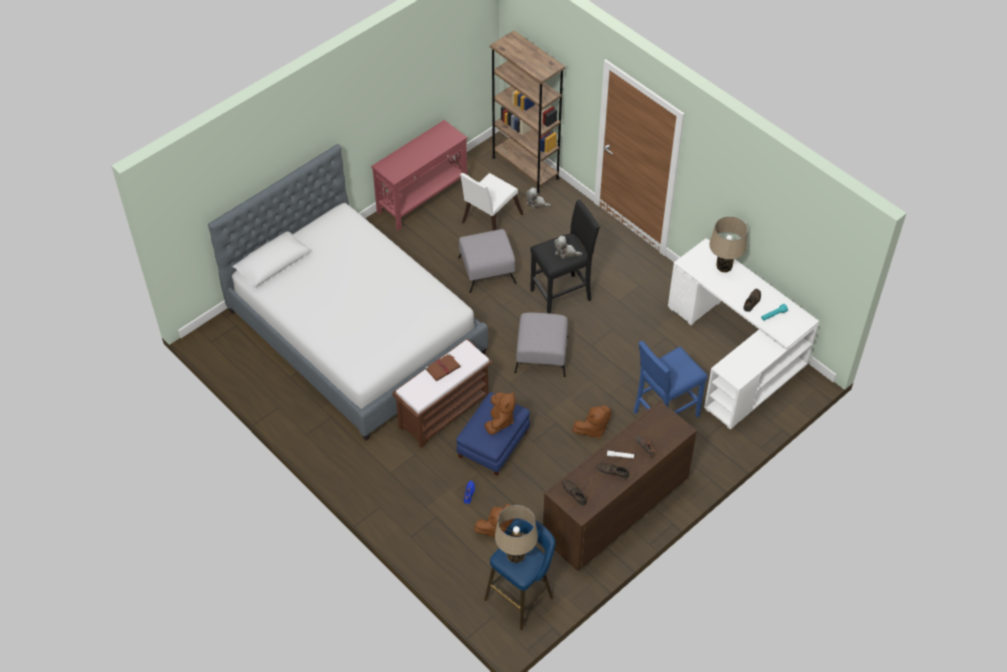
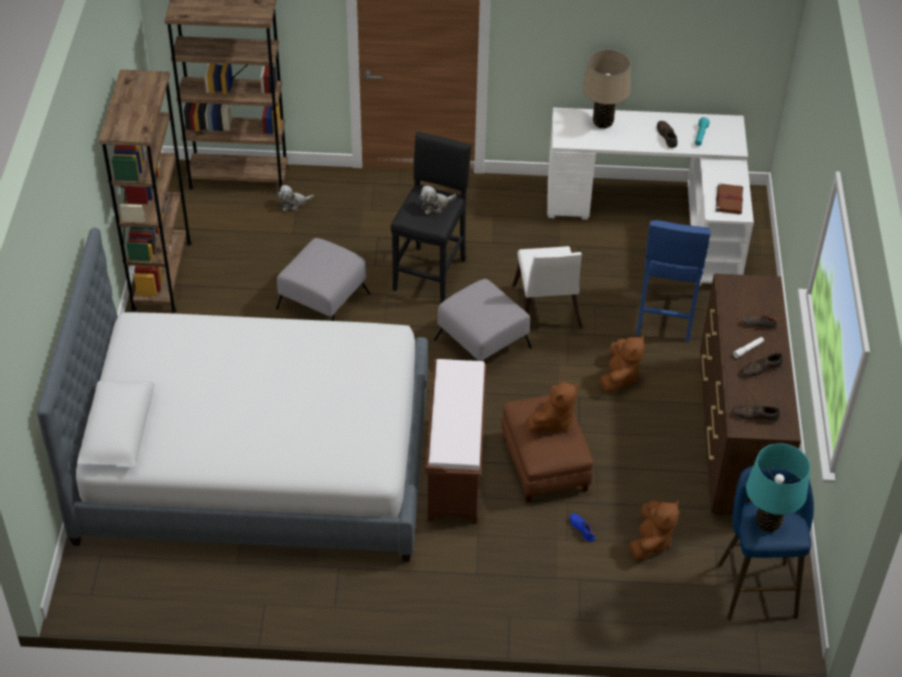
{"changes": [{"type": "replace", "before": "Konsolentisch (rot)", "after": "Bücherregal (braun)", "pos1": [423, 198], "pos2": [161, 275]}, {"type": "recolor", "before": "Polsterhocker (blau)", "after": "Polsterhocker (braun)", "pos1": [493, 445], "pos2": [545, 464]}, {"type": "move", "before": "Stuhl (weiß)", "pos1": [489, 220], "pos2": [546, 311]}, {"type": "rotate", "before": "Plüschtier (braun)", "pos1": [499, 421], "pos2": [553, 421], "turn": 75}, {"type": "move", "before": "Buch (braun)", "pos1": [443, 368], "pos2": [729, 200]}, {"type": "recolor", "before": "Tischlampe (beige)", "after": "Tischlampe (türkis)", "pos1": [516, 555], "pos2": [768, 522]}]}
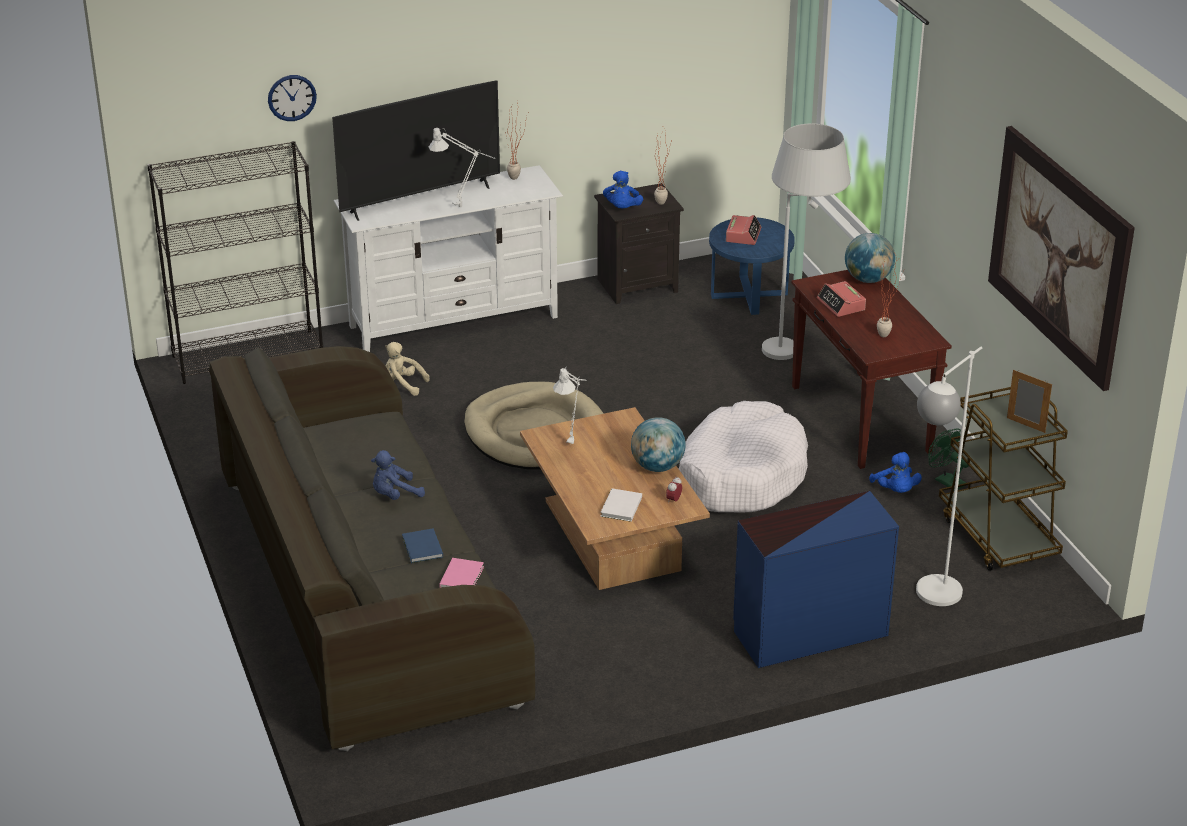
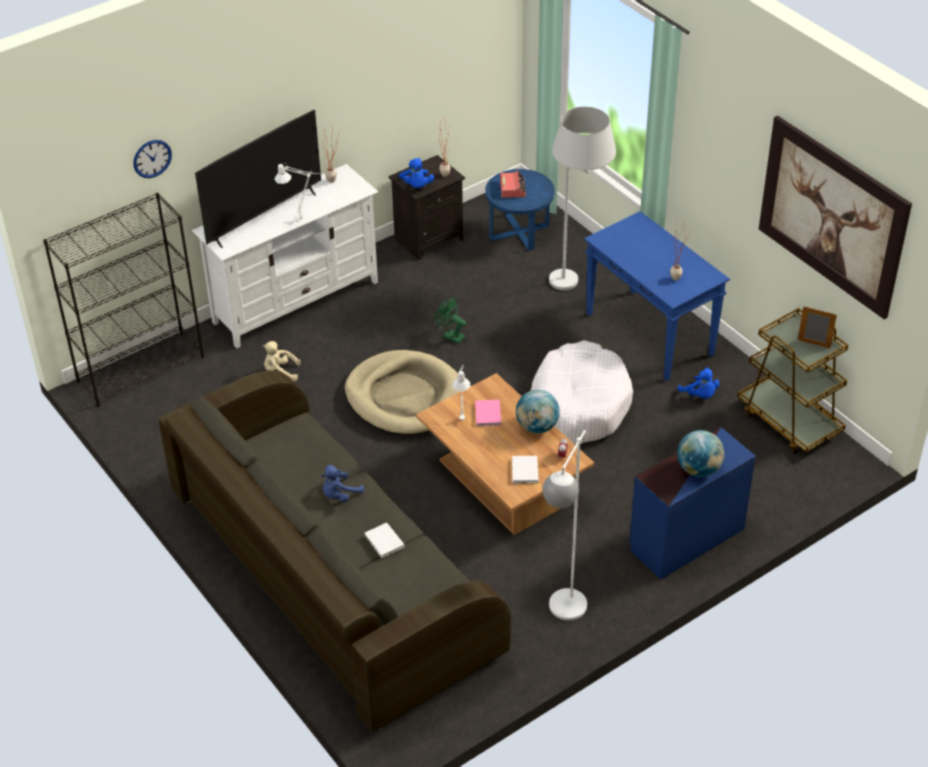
{"changes": [{"type": "recolor", "before": "Buch (blau)", "after": "Buch (weiß)", "pos1": [422, 548], "pos2": [384, 542]}, {"type": "move", "before": "Ventilator (grün)", "pos1": [946, 481], "pos2": [450, 336]}, {"type": "move", "before": "Buch (rosa)", "pos1": [463, 576], "pos2": [488, 413]}, {"type": "move", "before": "Stehlampe (weiß)", "pos1": [930, 600], "pos2": [563, 615]}, {"type": "recolor", "before": "Konsolentisch (braun)", "after": "Konsolentisch (blau)", "pos1": [862, 420], "pos2": [650, 335]}, {"type": "move", "before": "Globus", "pos1": [868, 279], "pos2": [699, 469]}, {"type": "delete", "before": "Wecker", "pos1": [841, 305]}]}
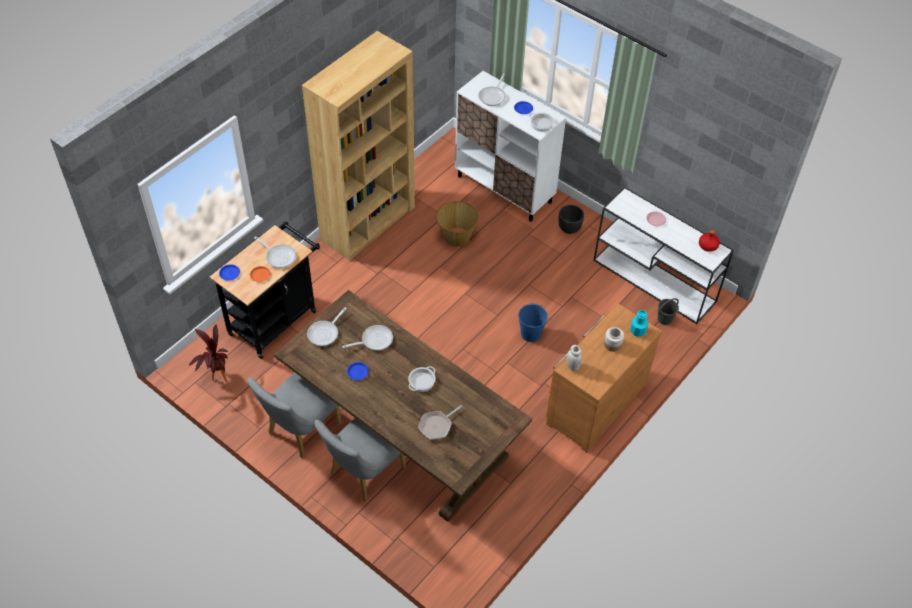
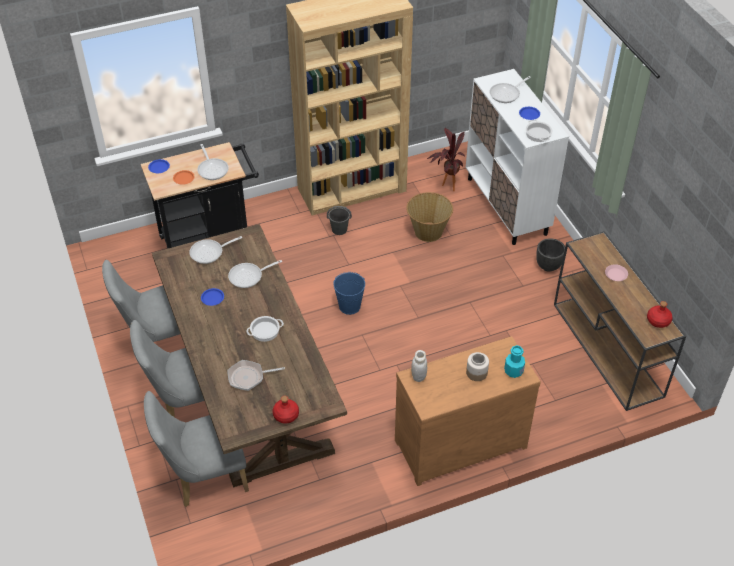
{"changes": [{"type": "insert", "after": "Stuhl (grau)", "pos2": [204, 477]}, {"type": "rotate", "before": "Pfanne", "pos1": [374, 340], "pos2": [249, 276], "turn": 150}, {"type": "insert", "after": "Flasche (rot)", "pos2": [286, 415]}, {"type": "move", "before": "Eimer (grau)", "pos1": [665, 319], "pos2": [339, 229]}, {"type": "move", "before": "Eimer (blau)", "pos1": [531, 334], "pos2": [349, 306]}, {"type": "move", "before": "Topfpflanze", "pos1": [216, 379], "pos2": [446, 186]}, {"type": "recolor", "before": "Konsolentisch (weiß)", "after": "Konsolentisch (braun)", "pos1": [655, 281], "pos2": [608, 350]}]}
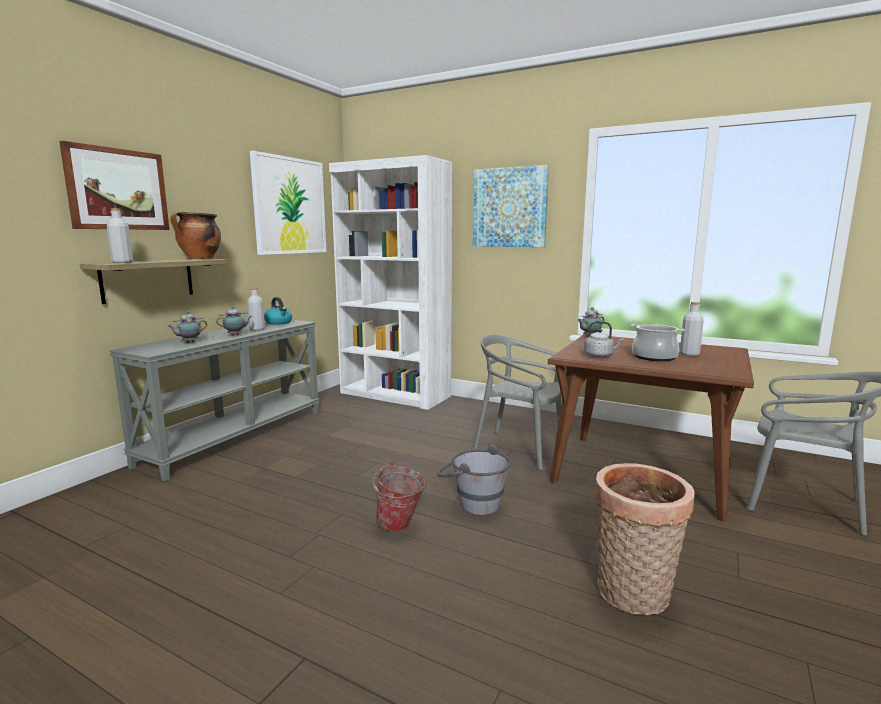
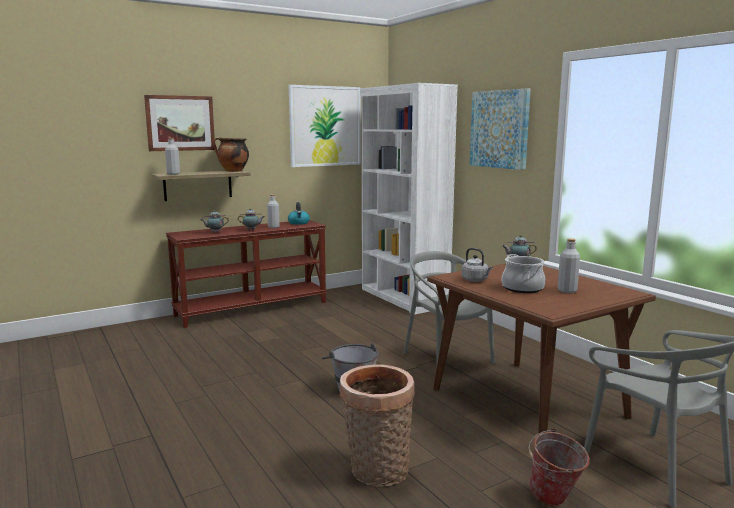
{"changes": [{"type": "recolor", "before": "Konsolentisch (grau)", "after": "Konsolentisch (braun)", "pos1": [235, 437], "pos2": [252, 308]}, {"type": "move", "before": "Eimer", "pos1": [400, 526], "pos2": [554, 501]}]}
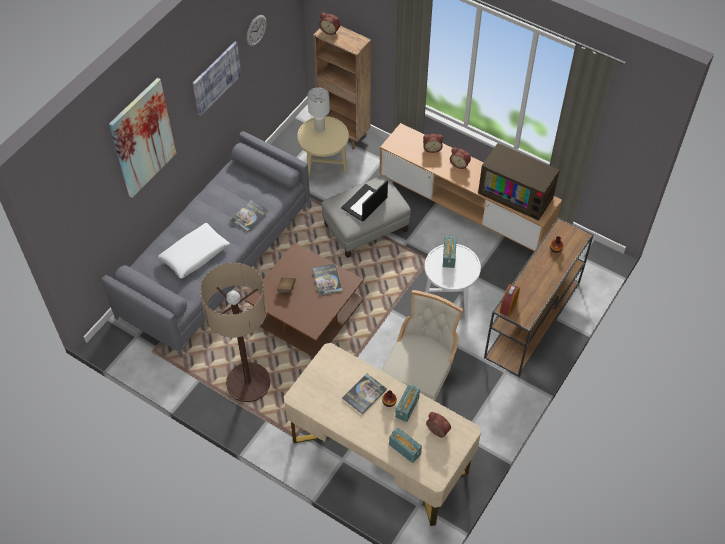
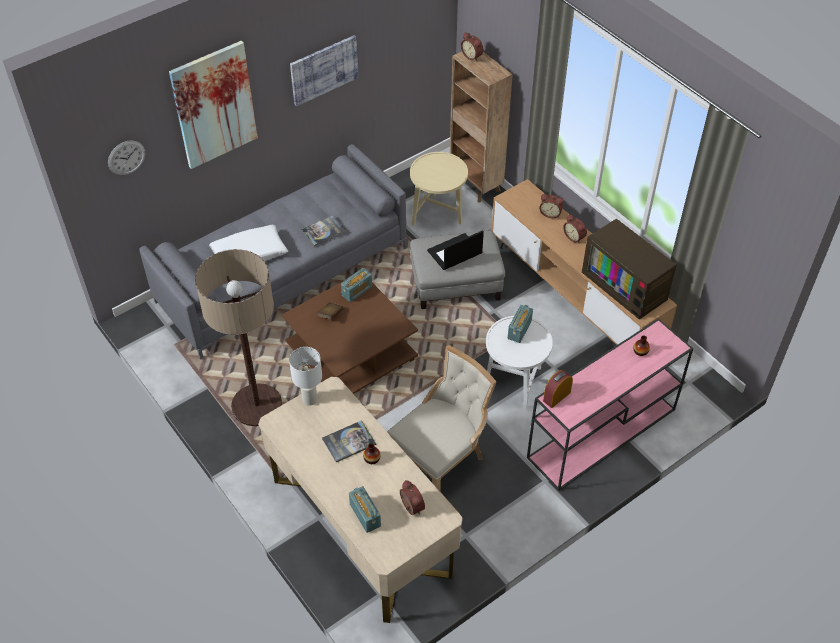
{"changes": [{"type": "move", "before": "Wanduhr", "pos1": [256, 30], "pos2": [126, 157]}, {"type": "move", "before": "Tischlampe (weiß)", "pos1": [319, 128], "pos2": [309, 399]}, {"type": "move", "before": "Radio", "pos1": [407, 407], "pos2": [357, 291]}, {"type": "recolor", "before": "Konsolentisch (braun)", "after": "Konsolentisch (rosa)", "pos1": [532, 320], "pos2": [601, 434]}, {"type": "delete", "before": "Buch", "pos1": [327, 280]}]}
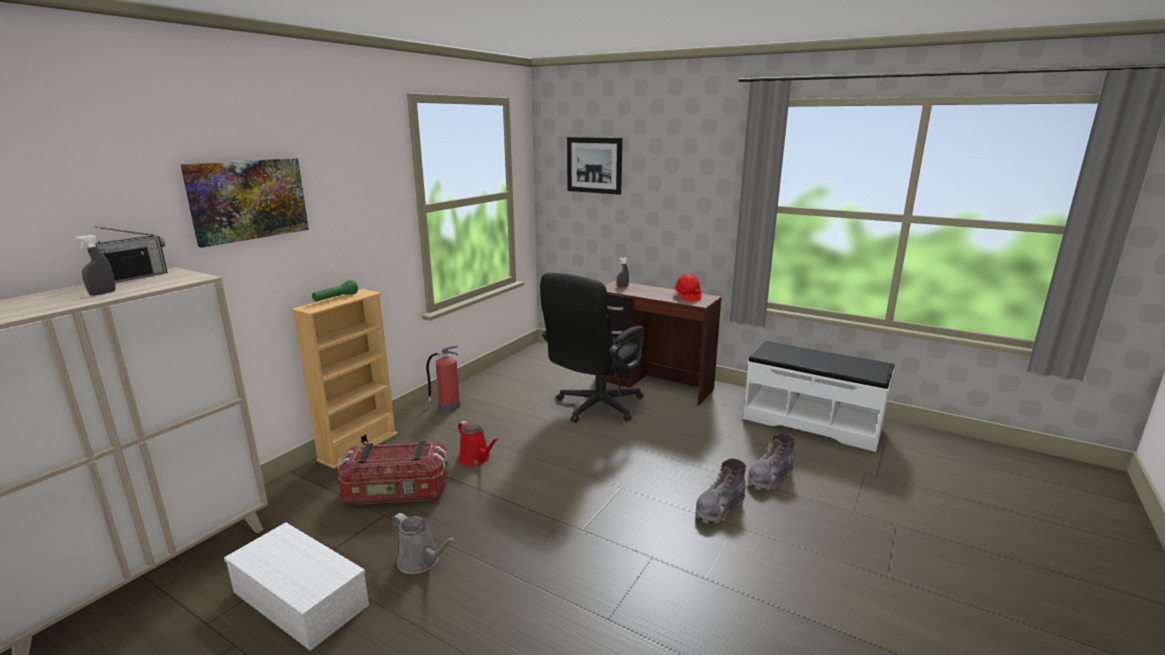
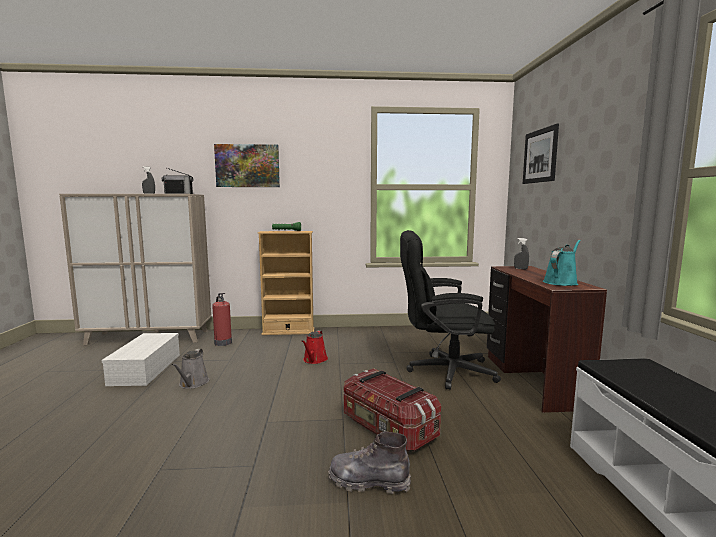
{"changes": [{"type": "move", "before": "Feuerlöscher", "pos1": [448, 406], "pos2": [222, 342]}, {"type": "move", "before": "Aufbewahrungsbox", "pos1": [397, 492], "pos2": [387, 428]}, {"type": "replace", "before": "Schutzhelm (rot)", "after": "Gießkanne (türkis)", "pos1": [687, 297], "pos2": [561, 282]}, {"type": "delete", "before": "Stiefel (grau)", "pos1": [769, 477]}]}
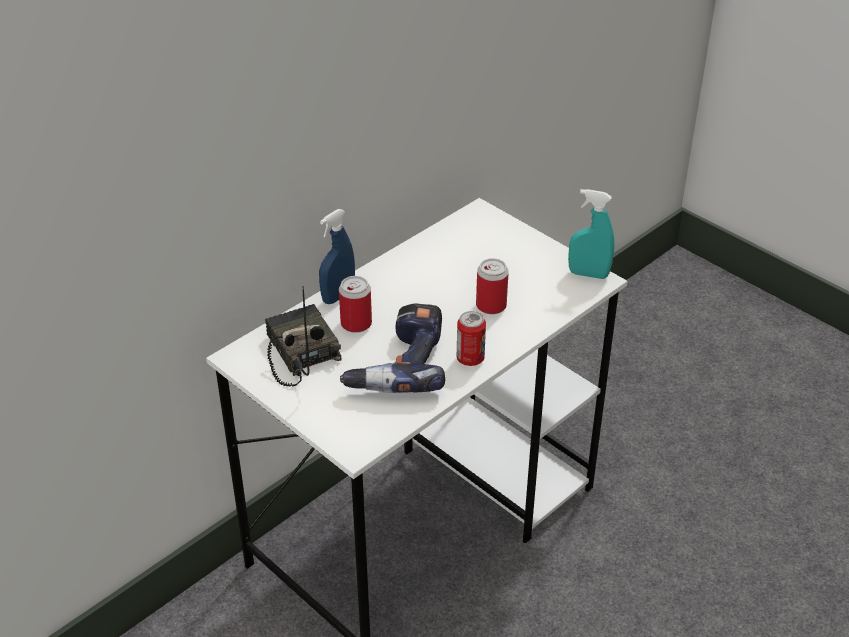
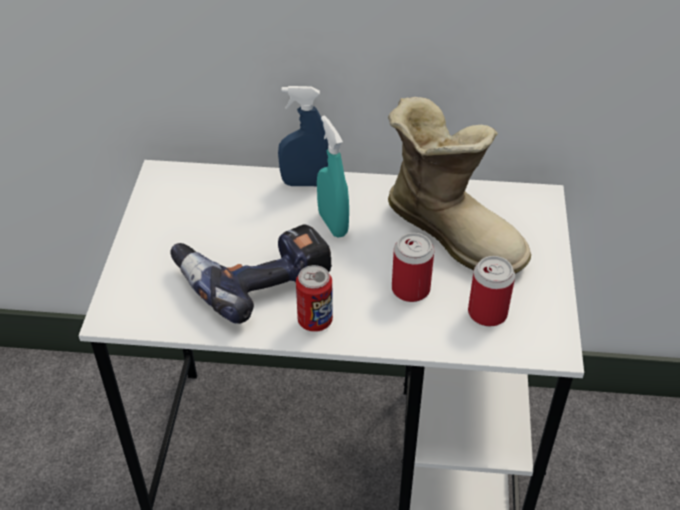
{"changes": [{"type": "move", "before": "Sprühflasche (türkis)", "pos1": [588, 274], "pos2": [332, 224]}, {"type": "insert", "after": "Stiefel", "pos2": [454, 230]}, {"type": "move", "before": "Dose", "pos1": [356, 323], "pos2": [487, 313]}, {"type": "delete", "before": "Radio", "pos1": [299, 352]}]}
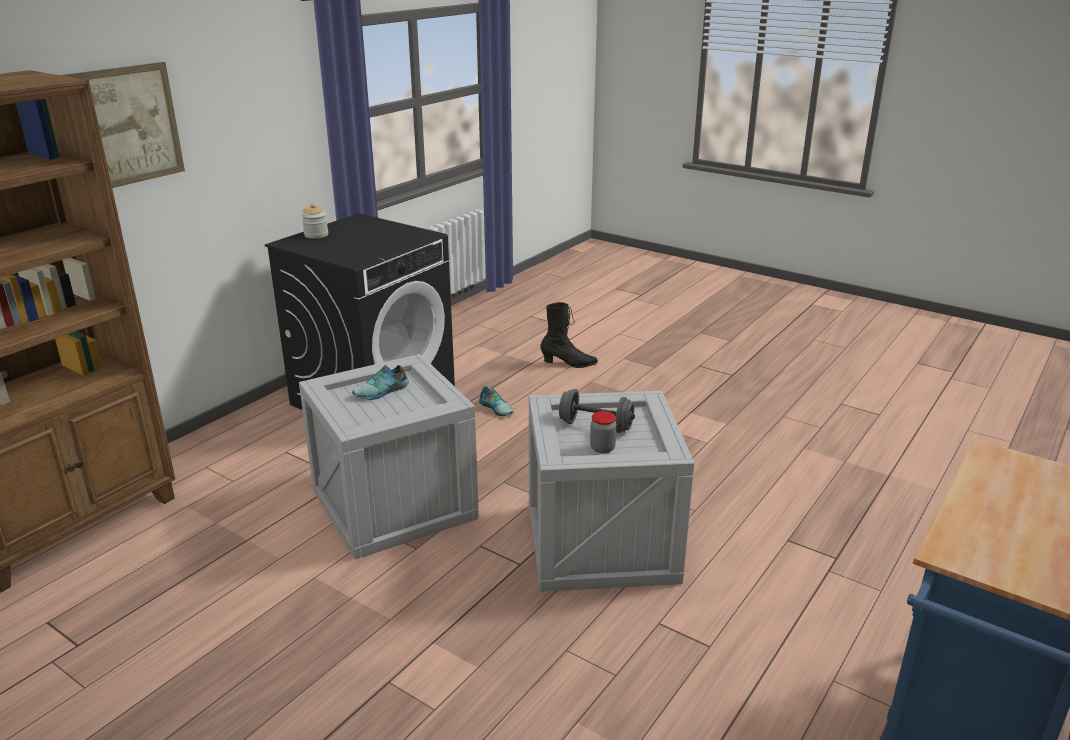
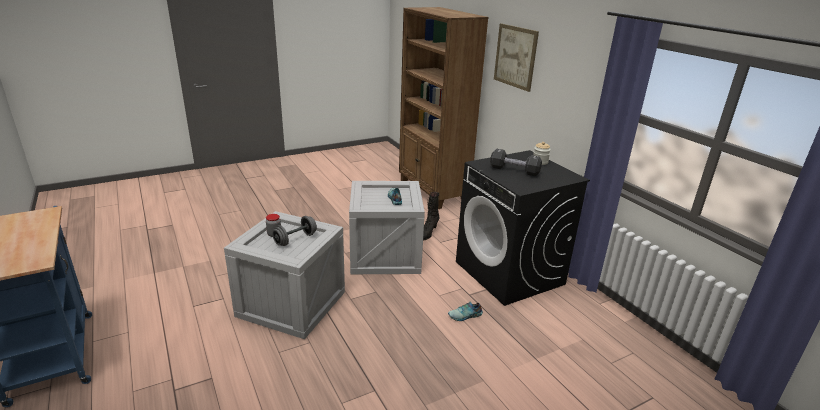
{"changes": [{"type": "move", "before": "Stiefel (schwarz)", "pos1": [569, 364], "pos2": [428, 233]}, {"type": "insert", "after": "Hantel (schwarz)", "pos2": [514, 170]}]}
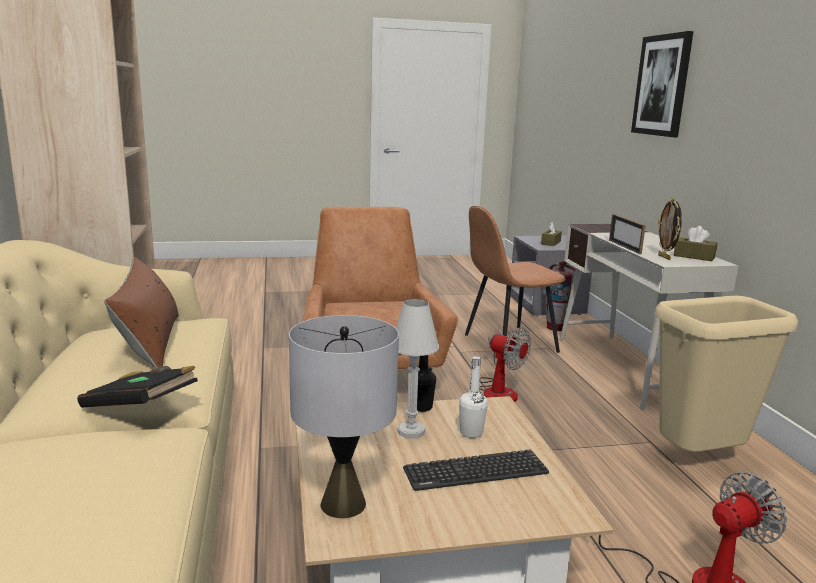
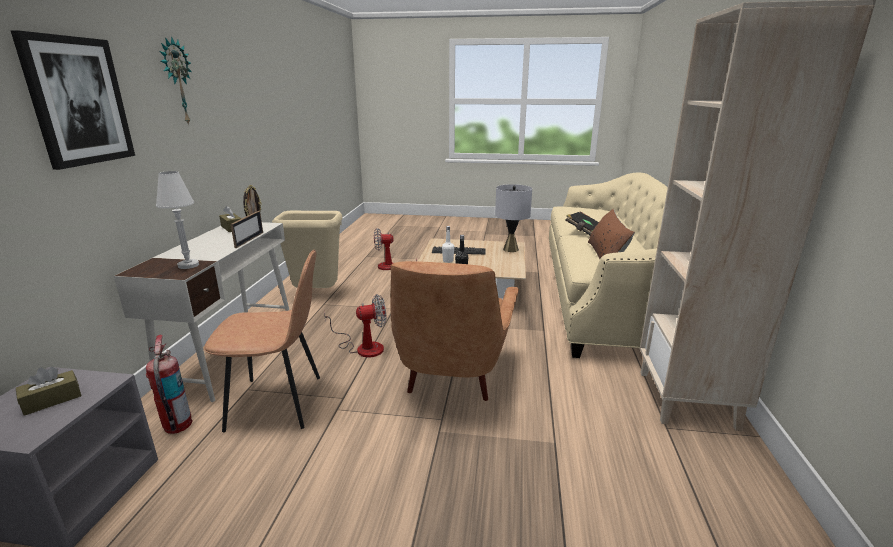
{"changes": [{"type": "move", "before": "Tischlampe (weiß)", "pos1": [411, 431], "pos2": [188, 265]}, {"type": "insert", "after": "Wanduhr", "pos2": [177, 82]}, {"type": "rotate", "before": "Ventilator", "pos1": [498, 391], "pos2": [363, 347], "turn": 105}]}
